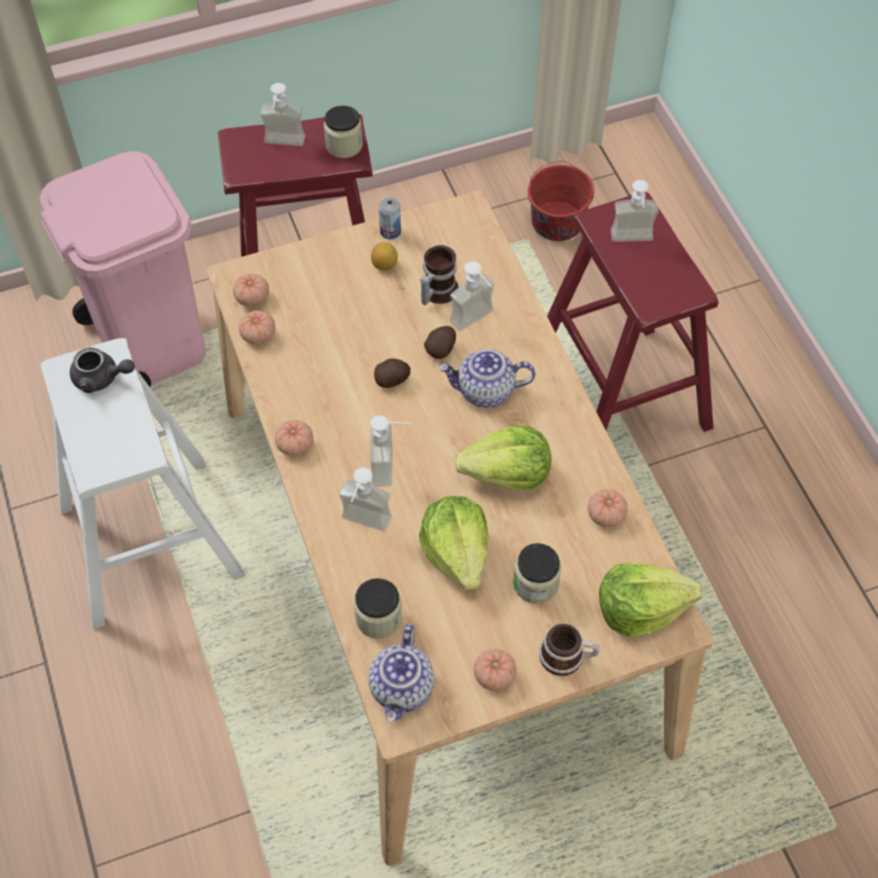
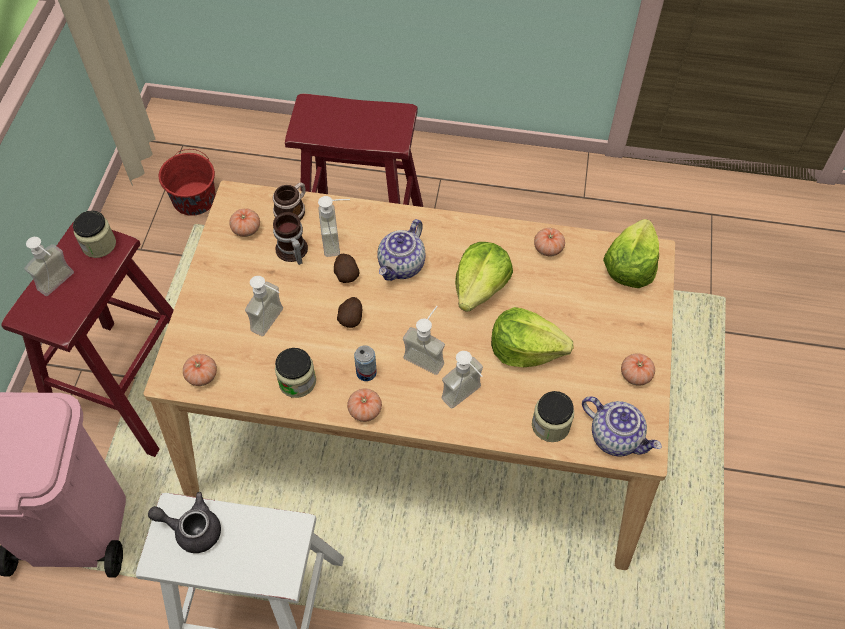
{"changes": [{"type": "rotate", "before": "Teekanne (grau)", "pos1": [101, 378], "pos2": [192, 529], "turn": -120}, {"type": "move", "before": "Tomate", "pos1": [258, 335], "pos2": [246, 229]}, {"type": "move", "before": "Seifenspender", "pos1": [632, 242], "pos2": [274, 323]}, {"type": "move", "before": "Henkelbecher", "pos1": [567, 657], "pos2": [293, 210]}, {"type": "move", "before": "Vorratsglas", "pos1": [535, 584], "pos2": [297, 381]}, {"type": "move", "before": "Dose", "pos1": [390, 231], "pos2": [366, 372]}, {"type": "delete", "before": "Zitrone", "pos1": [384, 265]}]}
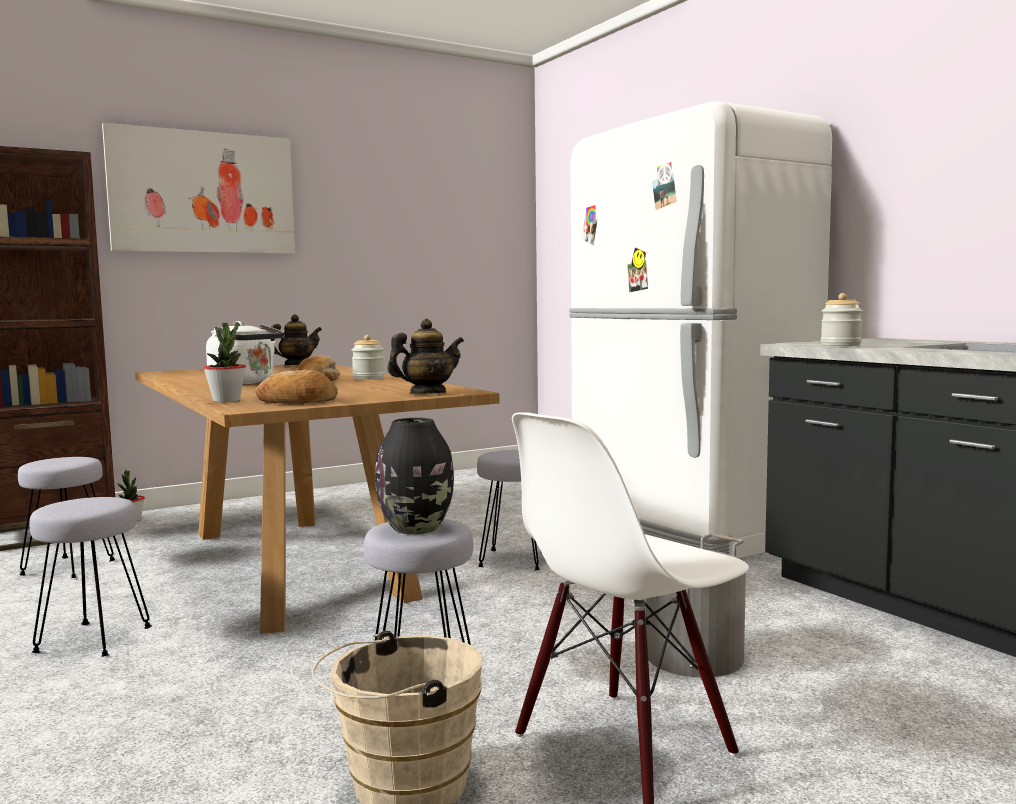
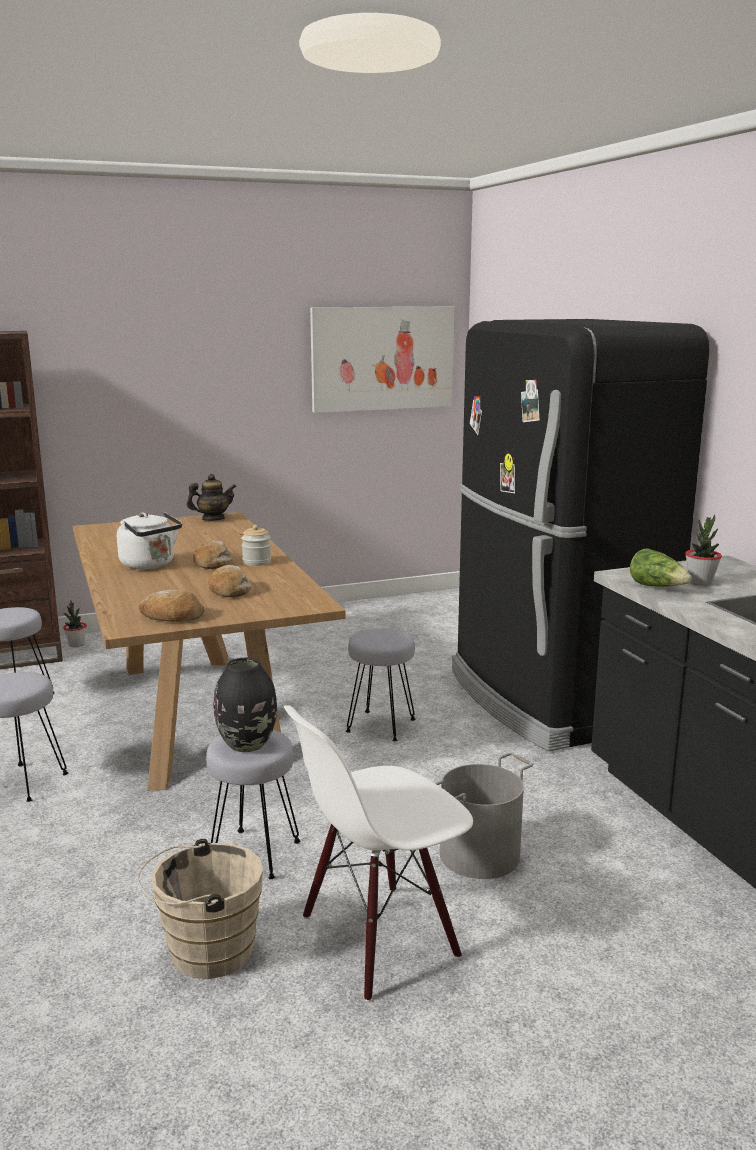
{"changes": [{"type": "insert", "after": "Brot", "pos2": [229, 590]}, {"type": "move", "before": "Bild", "pos1": [203, 192], "pos2": [382, 358]}, {"type": "recolor", "before": "Kühlschrank (weiß)", "after": "Kühlschrank (schwarz)", "pos1": [682, 528], "pos2": [551, 699]}, {"type": "replace", "before": "Vorratsglas", "after": "Salatkopf", "pos1": [840, 345], "pos2": [658, 587]}, {"type": "move", "before": "Topfpflanze", "pos1": [226, 400], "pos2": [700, 582]}, {"type": "delete", "before": "Teekanne", "pos1": [427, 393]}]}
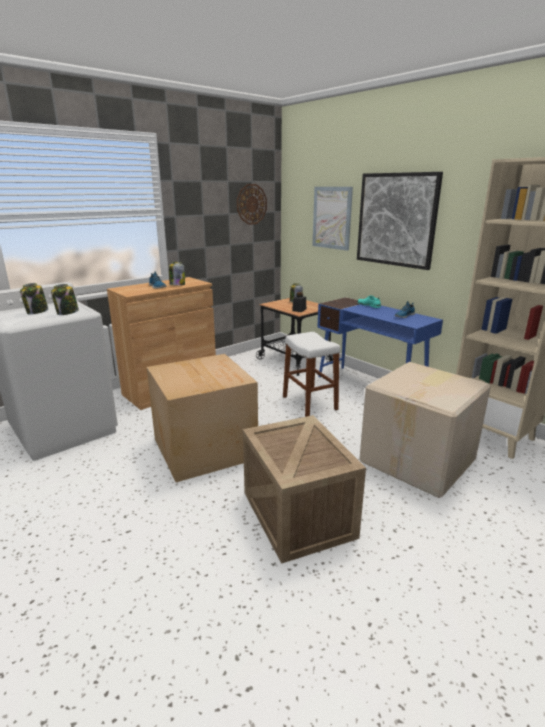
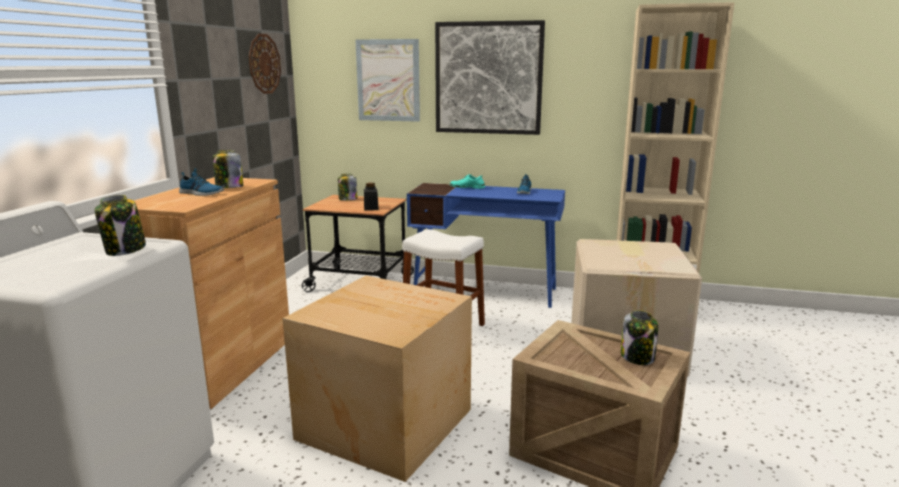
{"changes": [{"type": "move", "before": "Vorratsglas", "pos1": [37, 312], "pos2": [638, 357]}]}
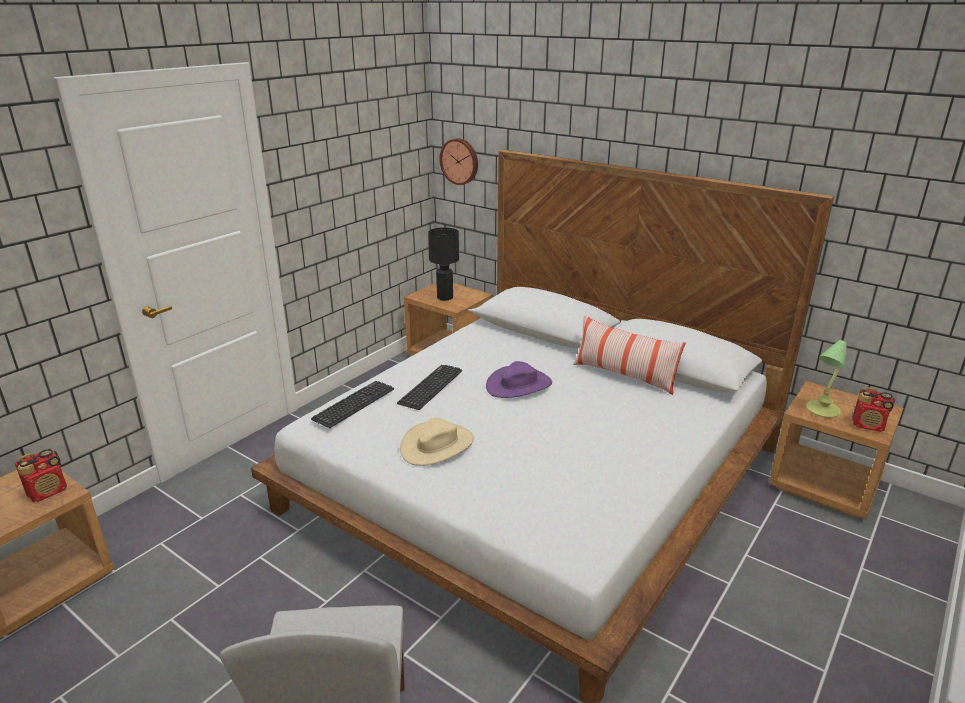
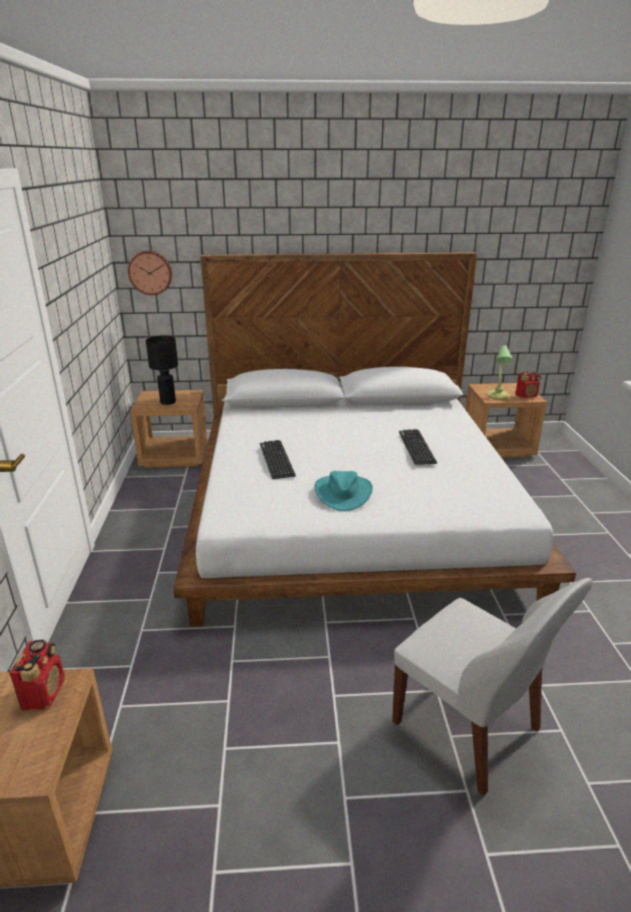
{"changes": [{"type": "recolor", "before": "Hut (beige)", "after": "Hut (türkis)", "pos1": [437, 445], "pos2": [343, 493]}, {"type": "move", "before": "Tastatur", "pos1": [354, 404], "pos2": [416, 447]}, {"type": "delete", "before": "Hut (lila)", "pos1": [519, 385]}, {"type": "delete", "before": "Kissen", "pos1": [624, 376]}]}
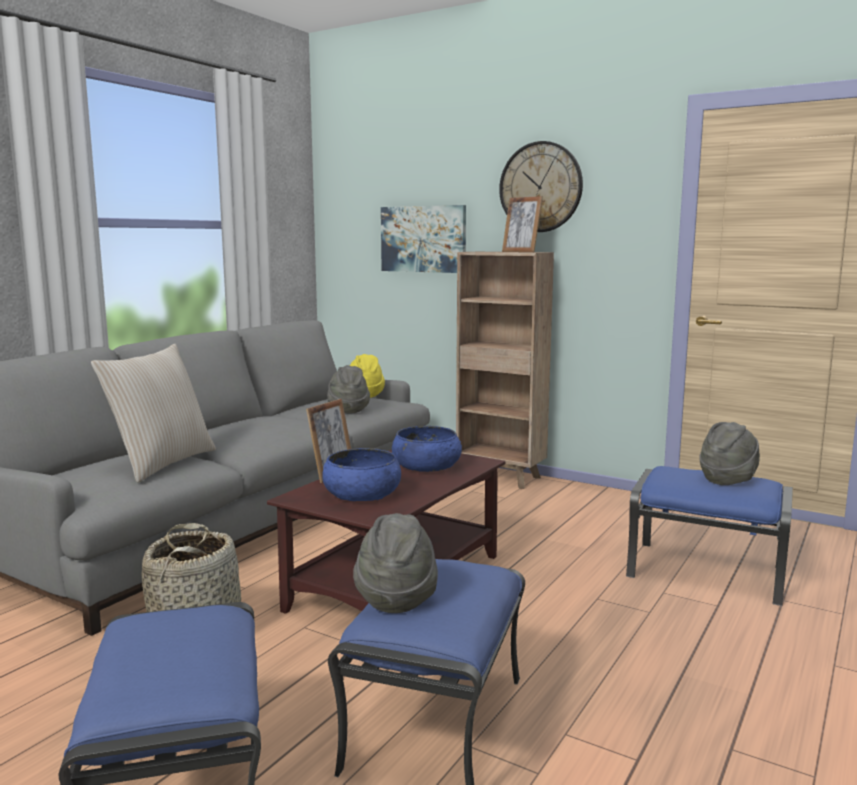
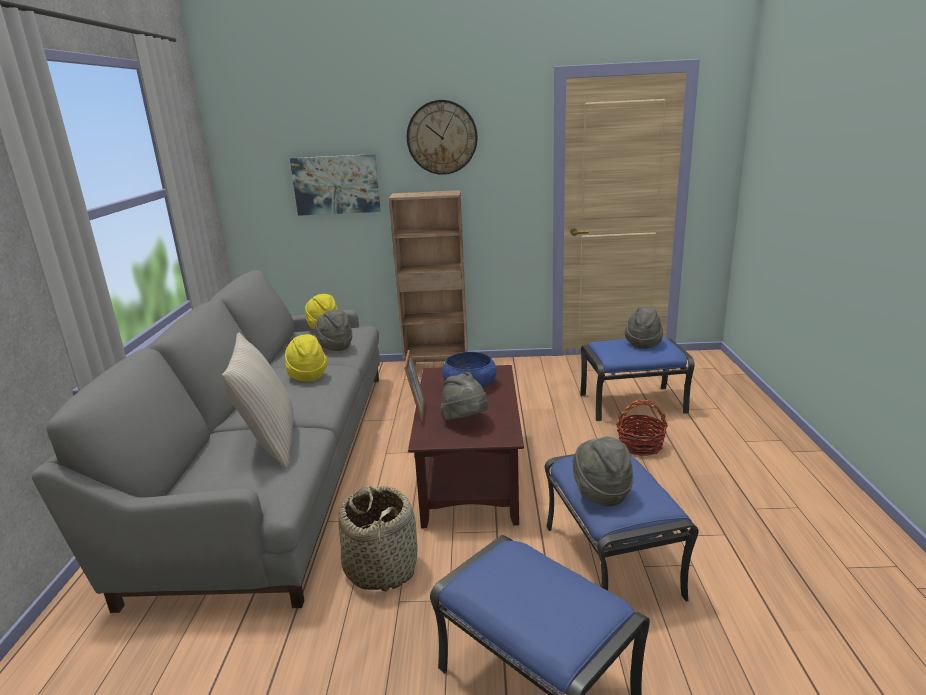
{"changes": [{"type": "insert", "after": "Hut (gelb)", "pos2": [307, 375]}, {"type": "replace", "before": "Schüssel (blau)", "after": "Hut (grau)", "pos1": [362, 494], "pos2": [466, 421]}, {"type": "insert", "after": "Korb", "pos2": [640, 445]}, {"type": "delete", "before": "Bilderrahmen", "pos1": [521, 252]}]}
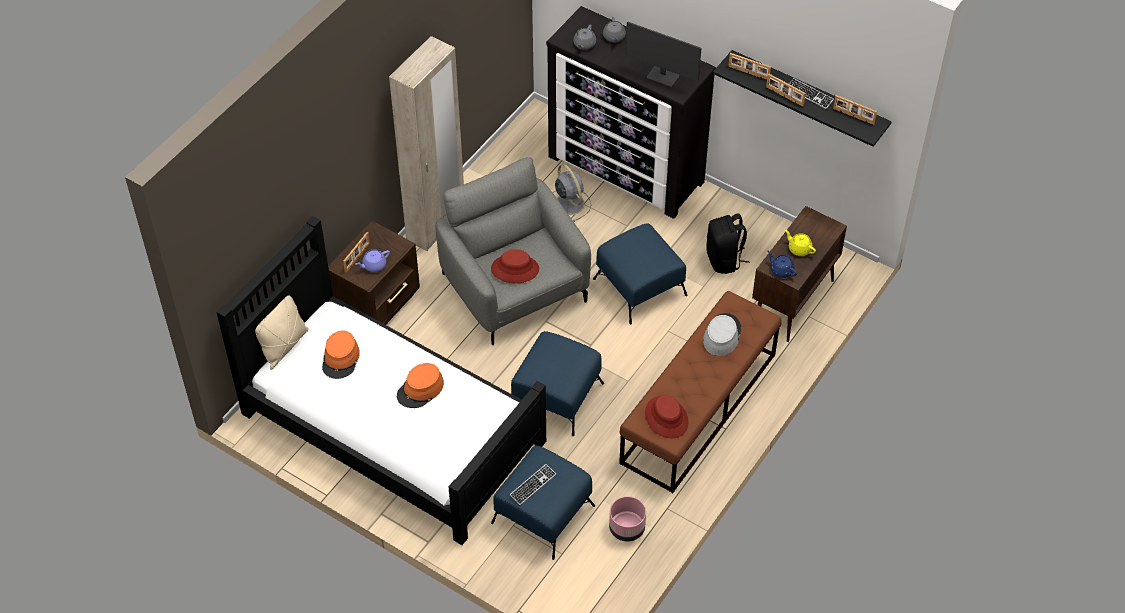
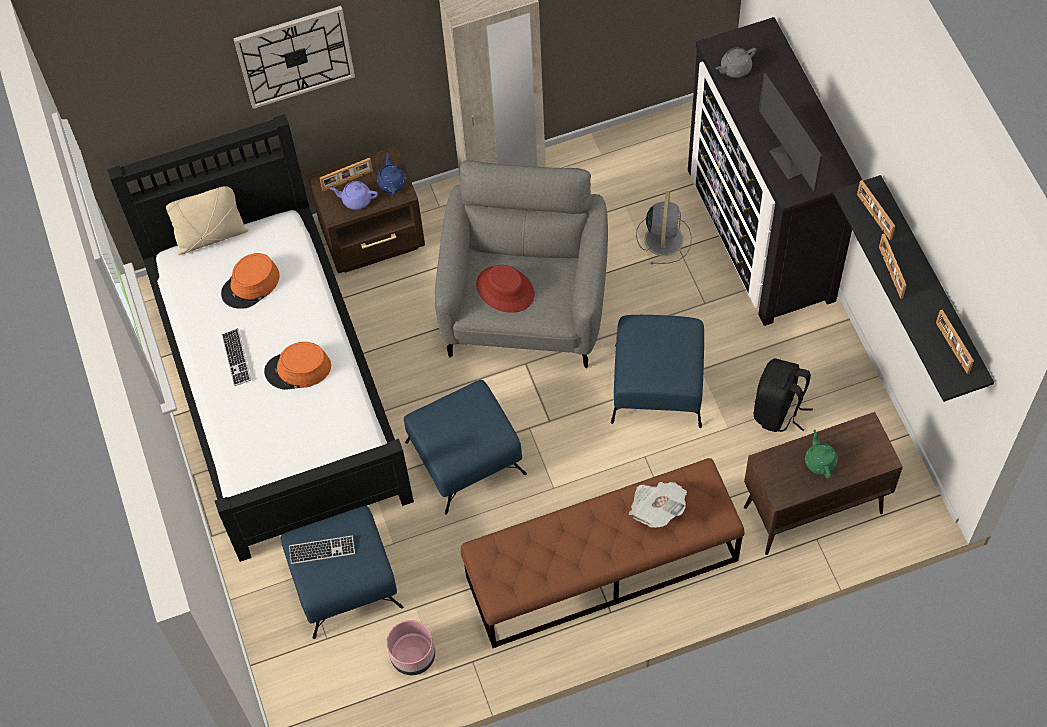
{"changes": [{"type": "move", "before": "Tastatur", "pos1": [809, 94], "pos2": [236, 358]}, {"type": "insert", "after": "Wanduhr", "pos2": [295, 56]}, {"type": "move", "before": "Teekanne (blau)", "pos1": [781, 270], "pos2": [392, 182]}, {"type": "replace", "before": "Hut (grau)", "after": "Zeitung", "pos1": [722, 335], "pos2": [656, 508]}, {"type": "recolor", "before": "Teekanne (gelb)", "after": "Teekanne (grün)", "pos1": [799, 249], "pos2": [820, 461]}, {"type": "delete", "before": "Teekanne (grau)", "pos1": [614, 37]}, {"type": "delete", "before": "Hut (rot)", "pos1": [666, 417]}]}
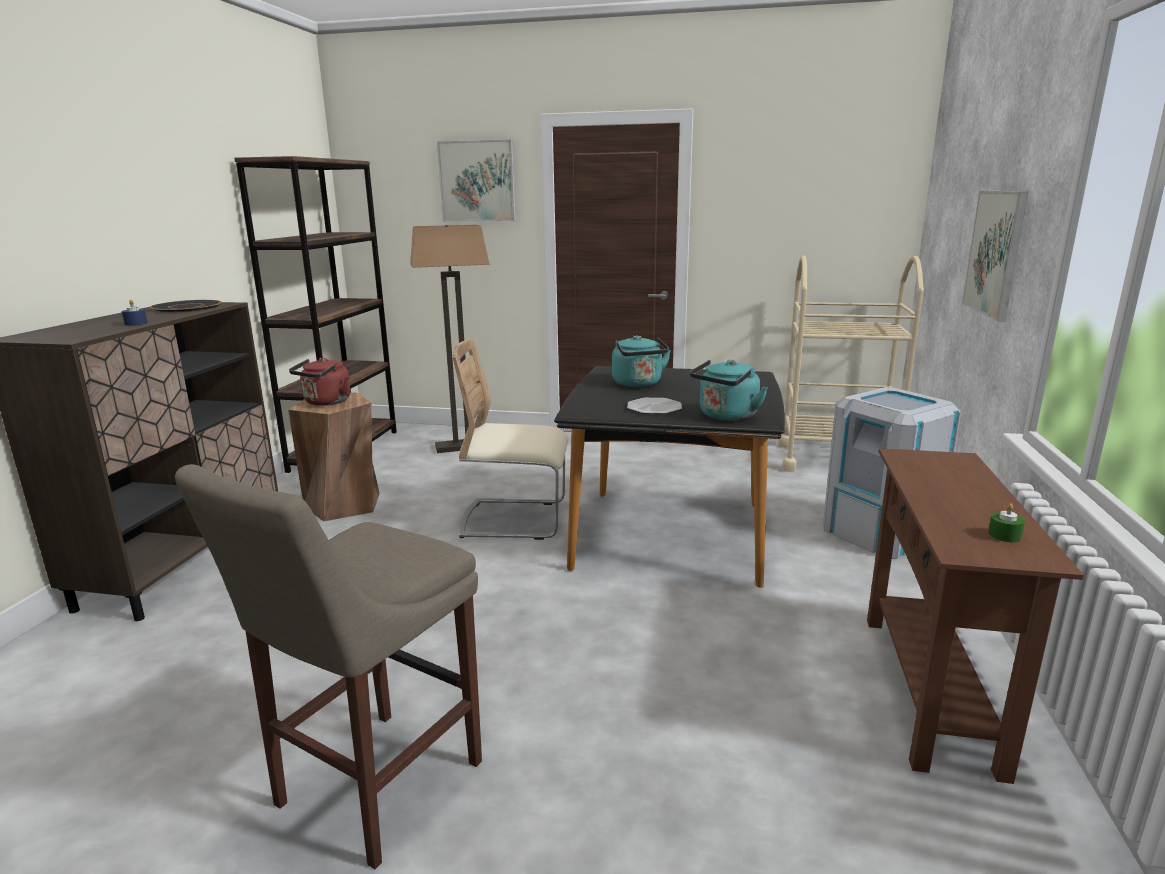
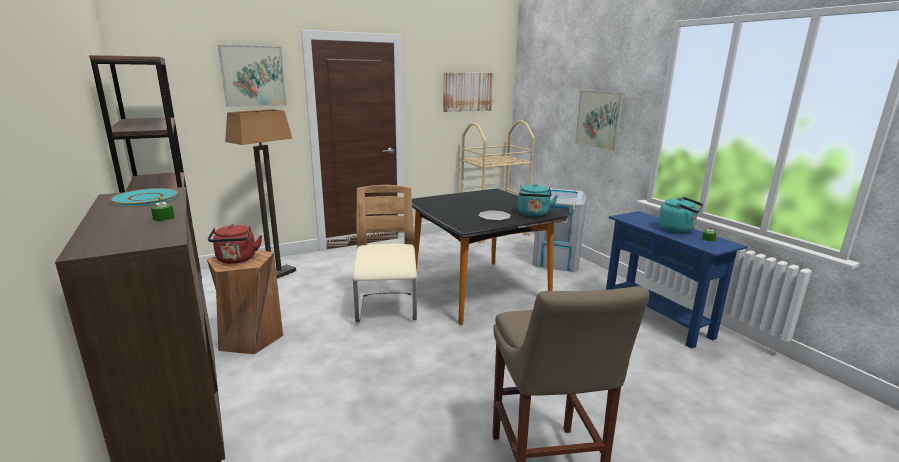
{"changes": [{"type": "recolor", "before": "Teller (schwarz)", "after": "Teller (türkis)", "pos1": [186, 307], "pos2": [145, 198]}, {"type": "recolor", "before": "Kerze (blau)", "after": "Kerze (grün)", "pos1": [136, 323], "pos2": [164, 218]}, {"type": "rotate", "before": "Stuhl (beige)", "pos1": [515, 520], "pos2": [387, 309], "turn": 120}, {"type": "insert", "after": "Bild", "pos2": [467, 92]}, {"type": "recolor", "before": "Konsolentisch (braun)", "after": "Konsolentisch (blau)", "pos1": [928, 689], "pos2": [656, 318]}, {"type": "move", "before": "Wasserkessel (türkis)", "pos1": [638, 384], "pos2": [678, 230]}]}
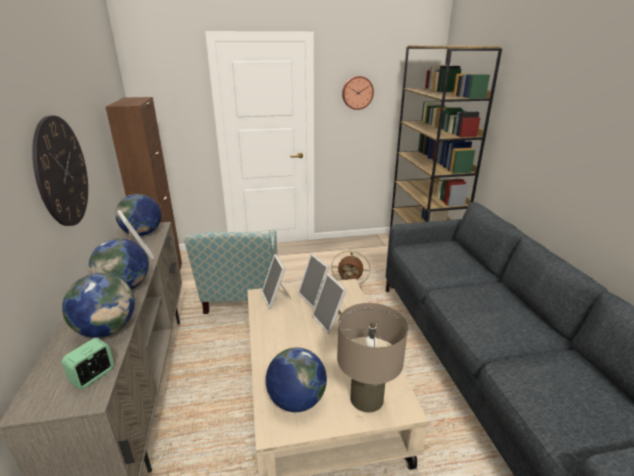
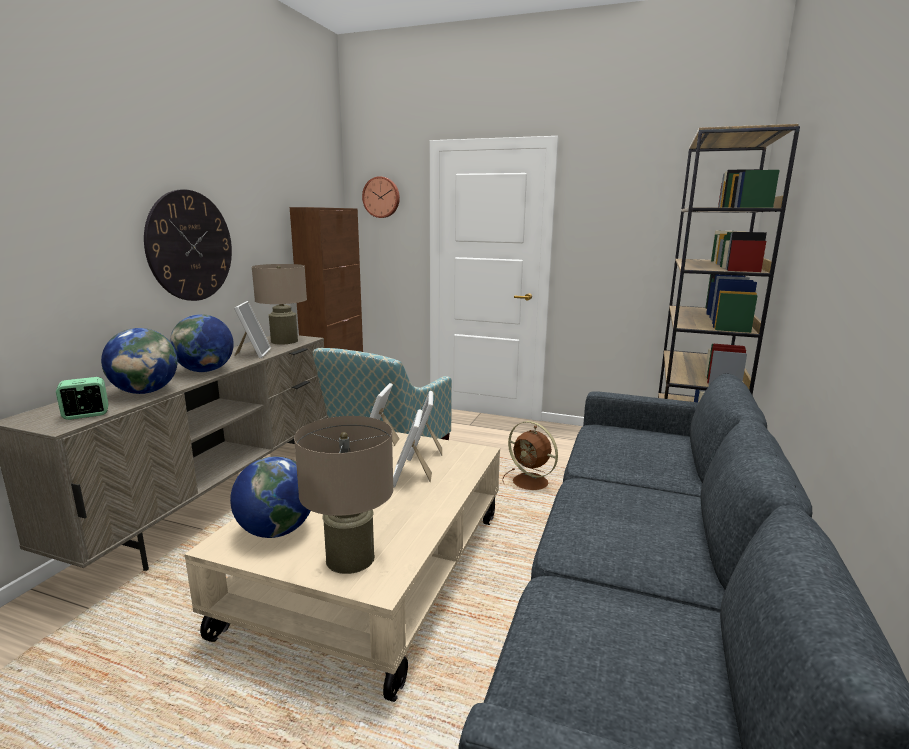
{"changes": [{"type": "replace", "before": "Globus", "after": "Tischlampe (beige)", "pos1": [143, 233], "pos2": [284, 341]}, {"type": "move", "before": "Wanduhr", "pos1": [357, 92], "pos2": [381, 197]}]}
